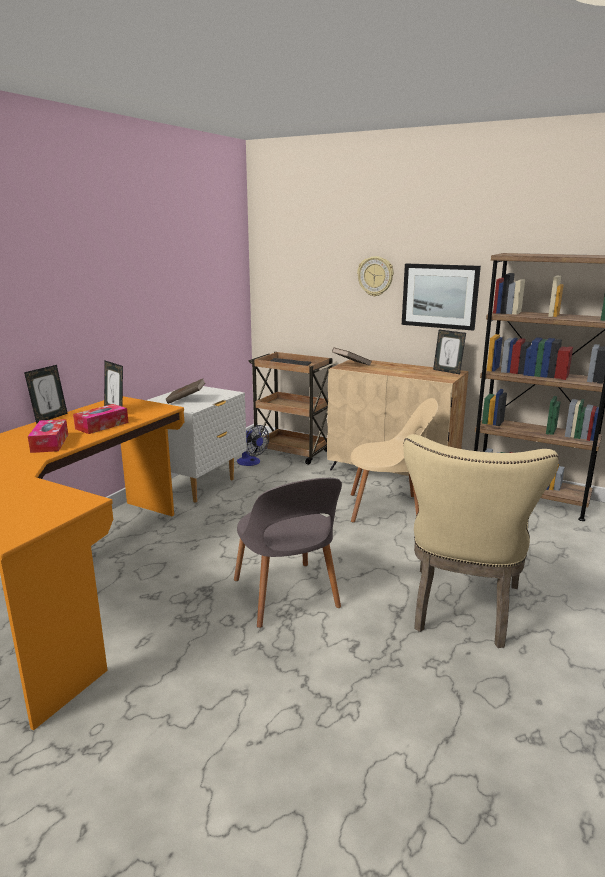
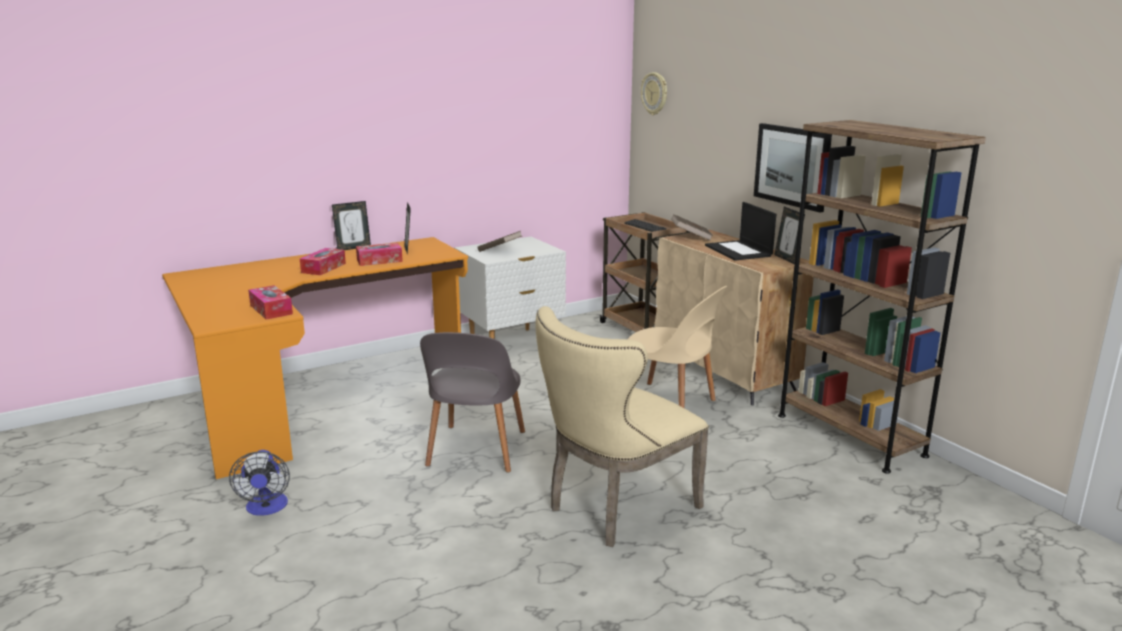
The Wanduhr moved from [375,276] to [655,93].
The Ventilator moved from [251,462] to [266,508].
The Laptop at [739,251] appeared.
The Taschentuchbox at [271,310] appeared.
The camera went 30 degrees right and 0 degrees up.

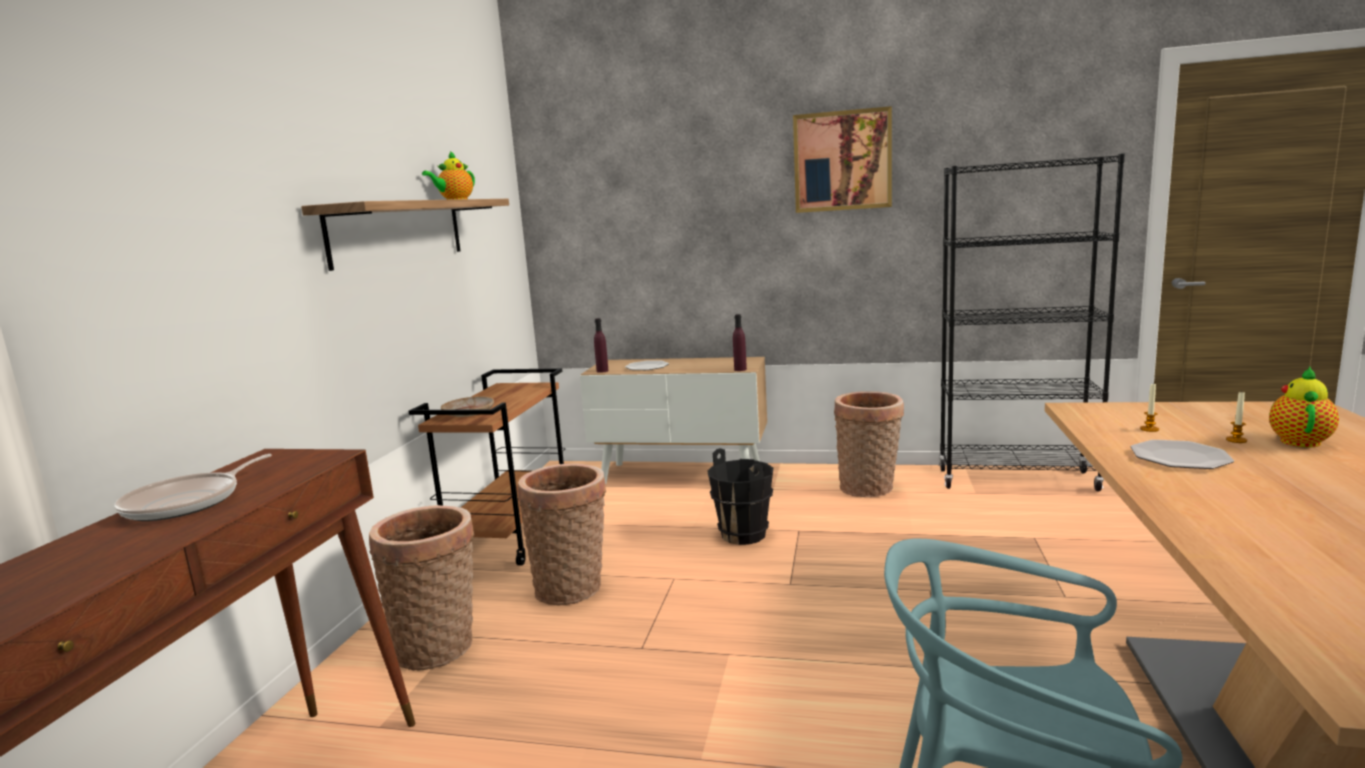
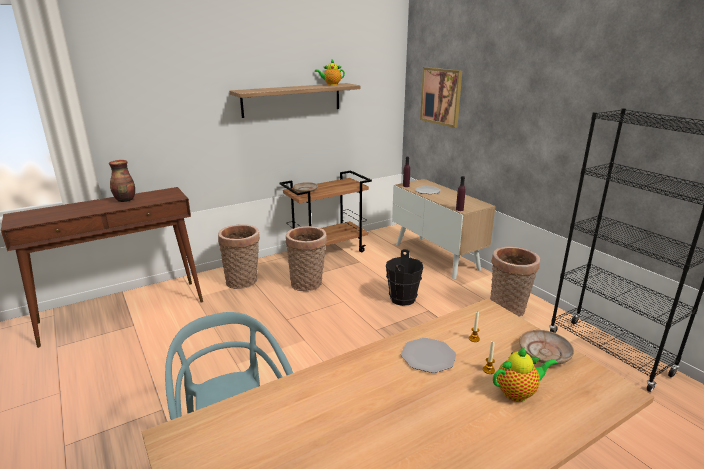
The Bild moved from [842,161] to [441,96].
The Pfanne at [188,502] was replaced by the Vase at [125,200].
The Teller [beige] at [544,353] appeared.
The camera went 45 degrees right and 10 degrees up.

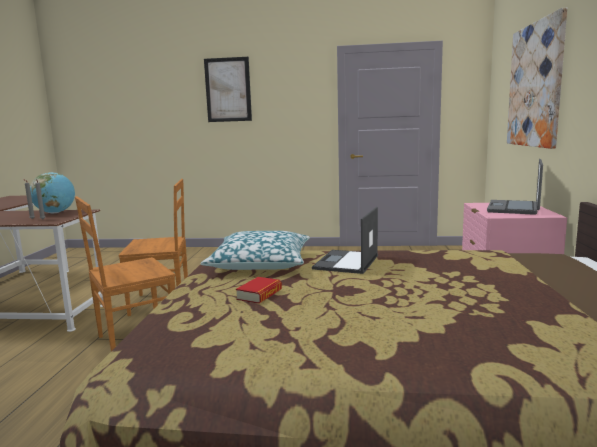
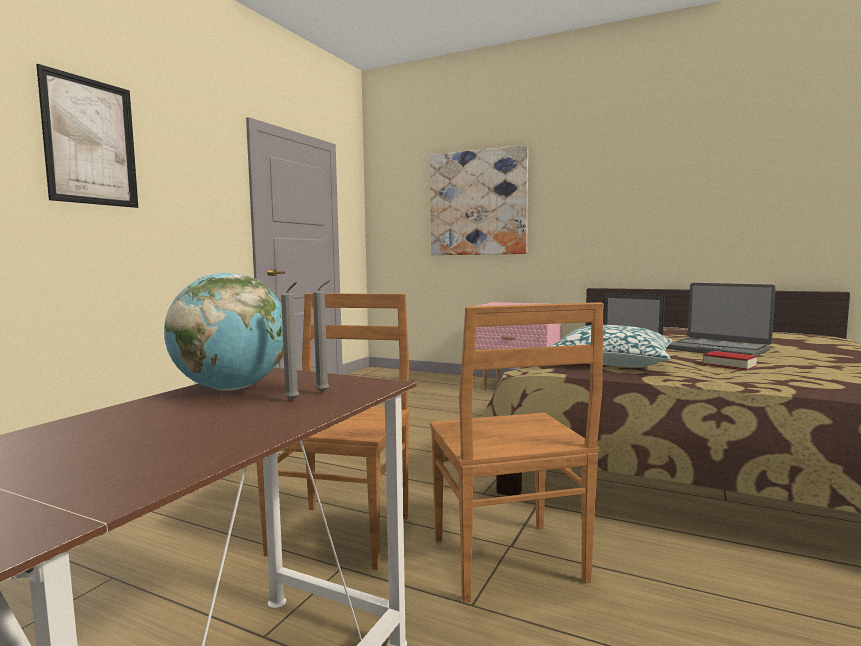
The Laptop moved from [514,208] to [717,349].
The camera went 70 degrees left and 5 degrees down.

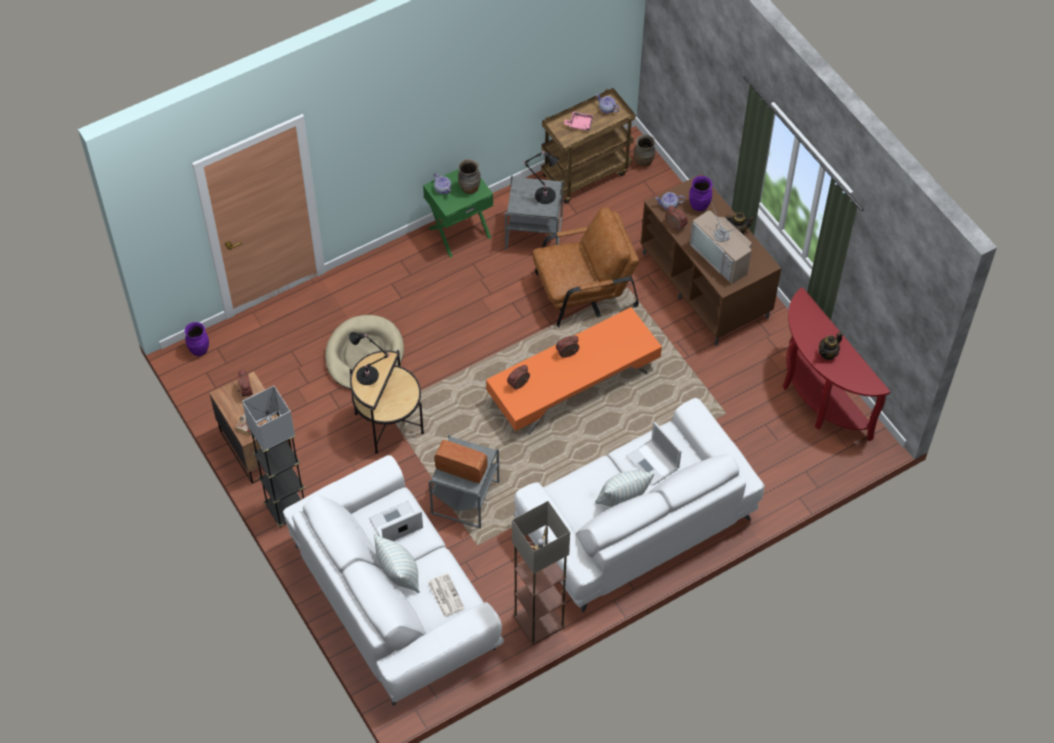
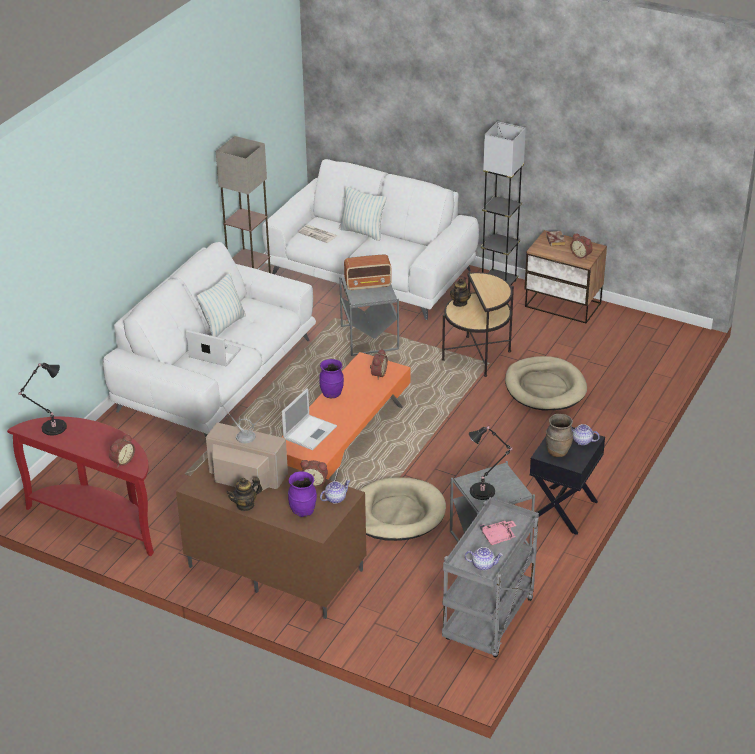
The Rollwagen [braun] at [586,173] became the Rollwagen [grau] at [489,622].
The Vase [braun] at [643,162] disappeared.
The Nachttisch [grün] at [459,232] became the Nachttisch [schwarz] at [564,510].
The Sessel [braun] at [584,290] was replaced by the Hundebett [beige] at [396,513].
The Vase [lila] moved from [199,349] to [332,394].
The Tischlampe [schwarz] moved from [369,376] to [51,428].
The Teekanne moved from [828,353] to [459,303].
The Wecker moved from [567,354] to [122,461].
The Laptop moved from [395,524] to [310,432].
The camera went 150 degrees right and 20 degrees down.

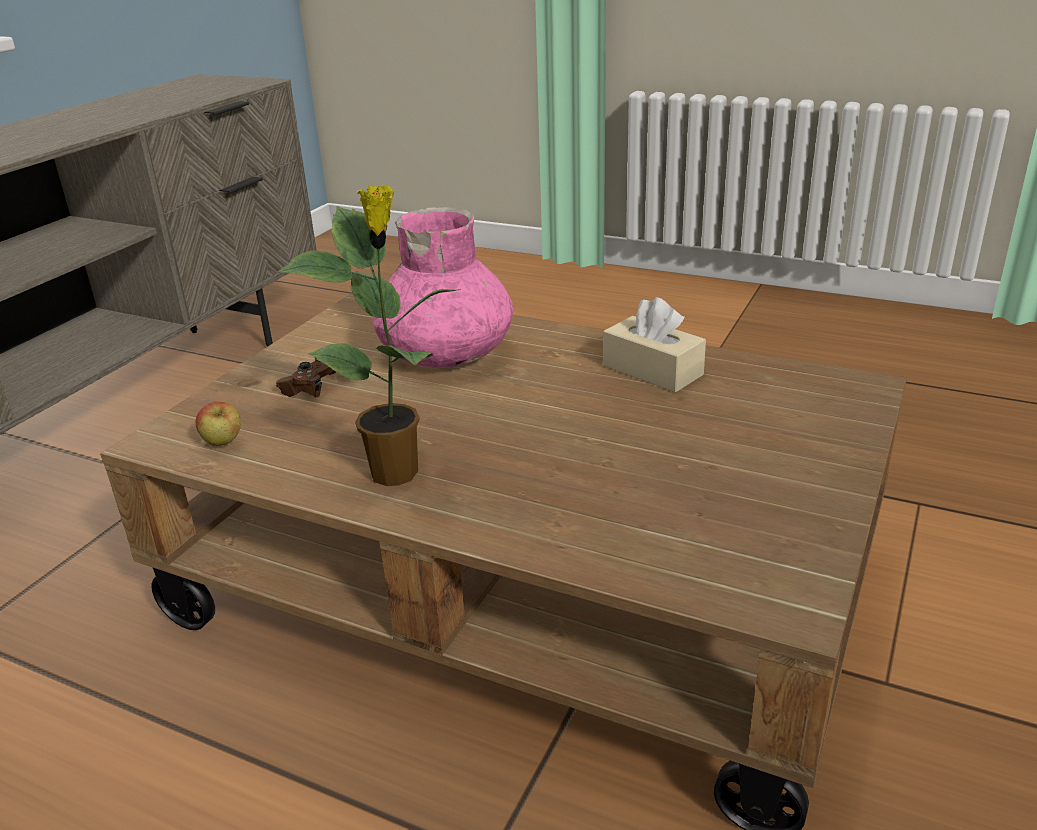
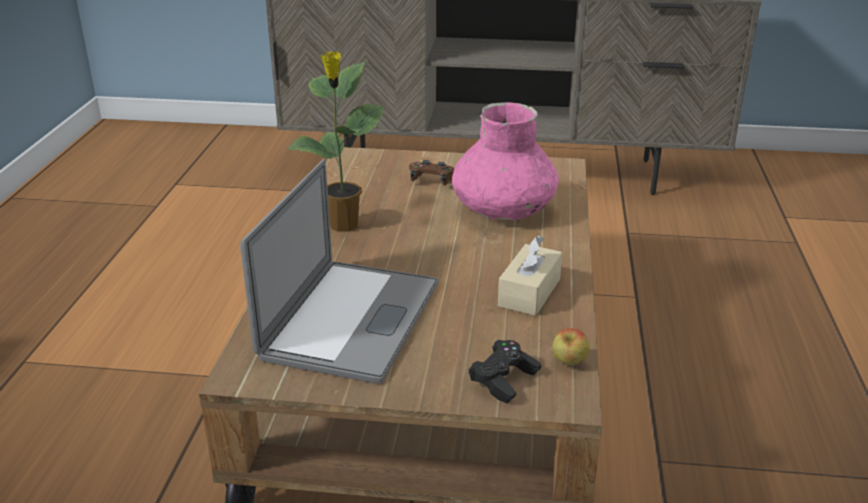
The Apfel moved from [223,444] to [569,363].
The Laptop at [351,319] appeared.
The Gamepad [schwarz] at [504,380] appeared.
The camera went 70 degrees right and 0 degrees up.

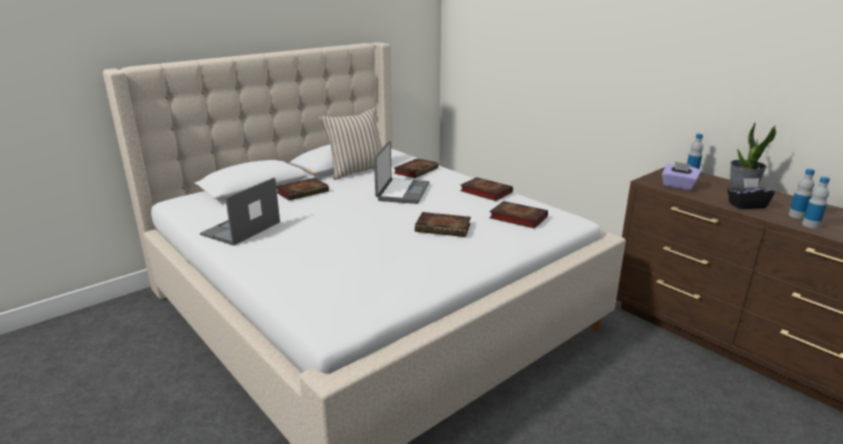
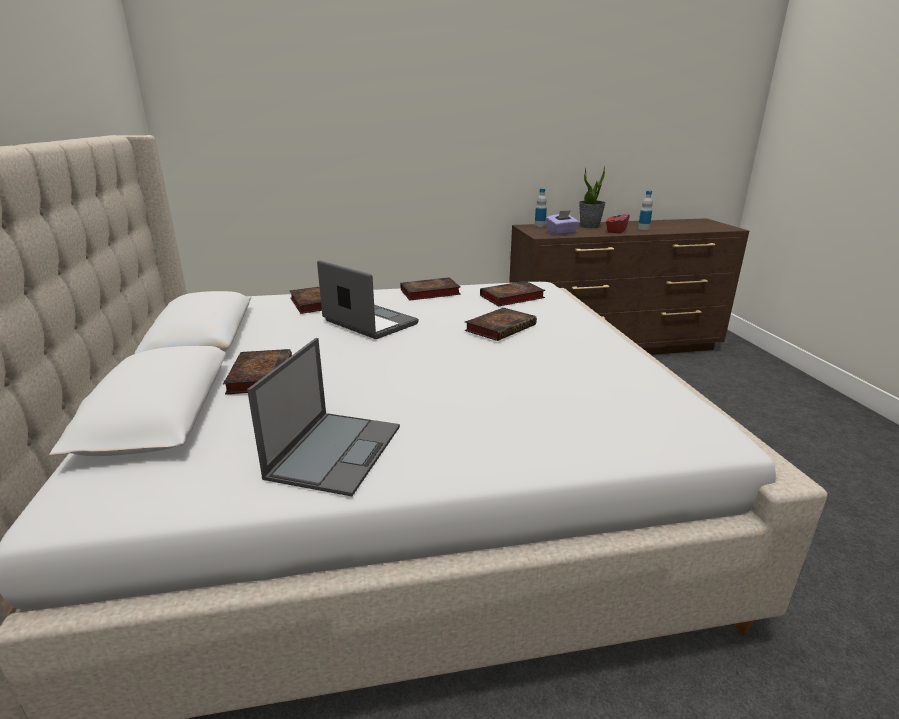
The Kissen [beige] at [357,170] disappeared.
The Laptop at [240,229] turned 135 degrees counterclockwise.
The Flasche at [810,225] disappeared.
The Taschentuchbox [schwarz] at [746,205] became the Taschentuchbox [rot] at [616,231].
The camera went 60 degrees left and 0 degrees up.

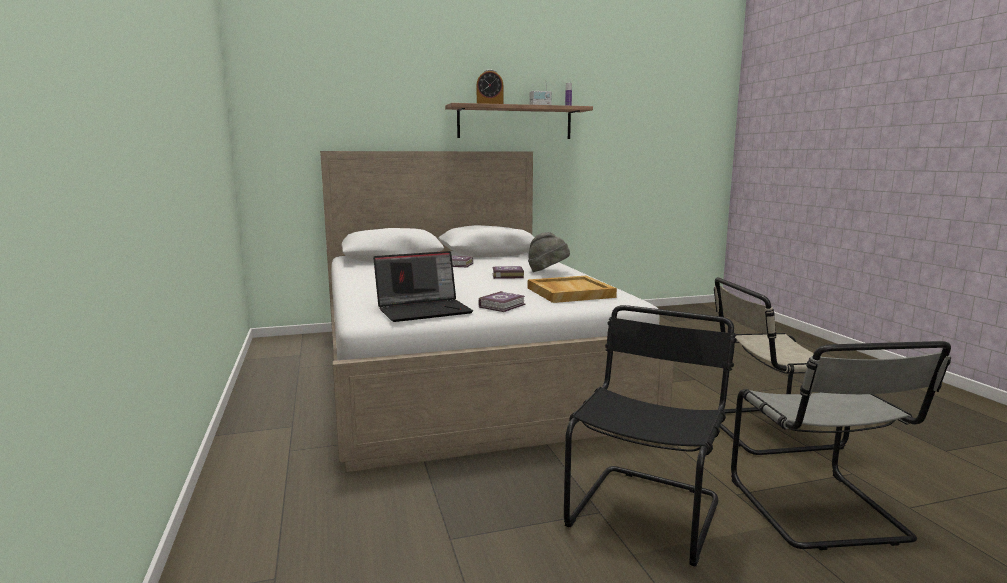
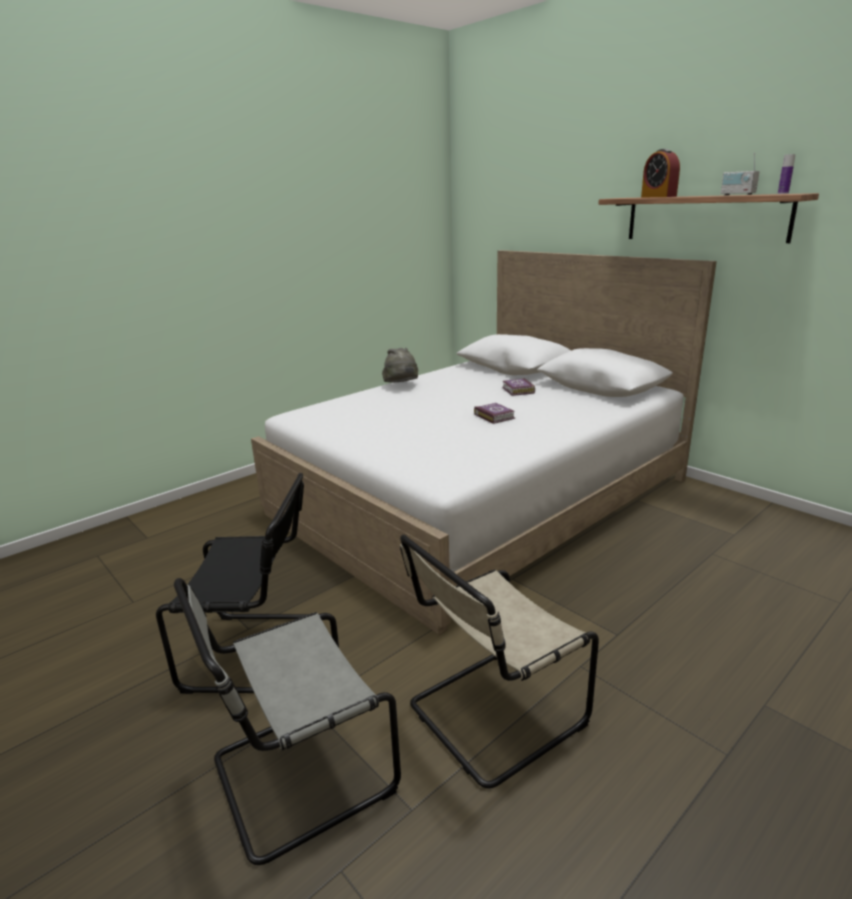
The Hut [grau] moved from [548,272] to [401,385].
The Laptop at [424,310] disappeared.
The Tablett [beige] at [569,292] disappeared.
The Stuhl [beige] at [765,430] turned 90 degrees counterclockwise.
The Buch at [503,306] disappeared.
The camera went 65 degrees right and 10 degrees up.

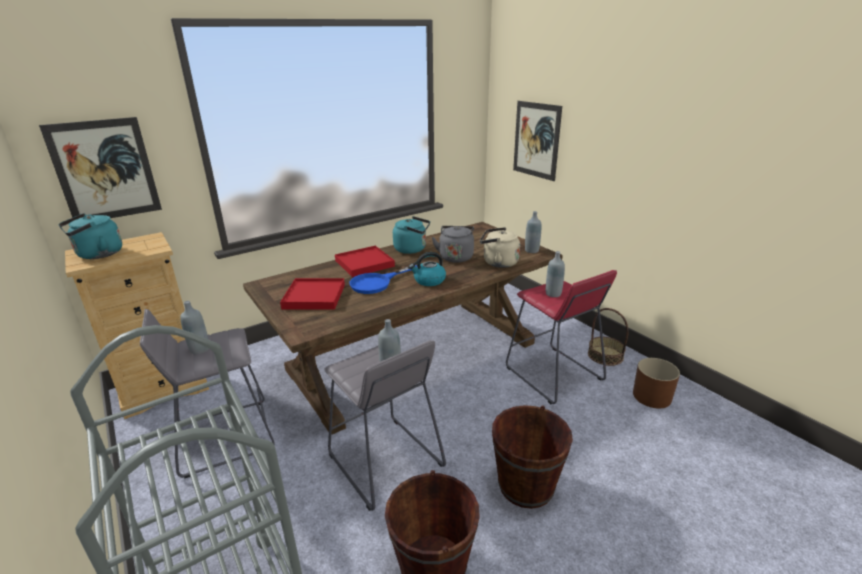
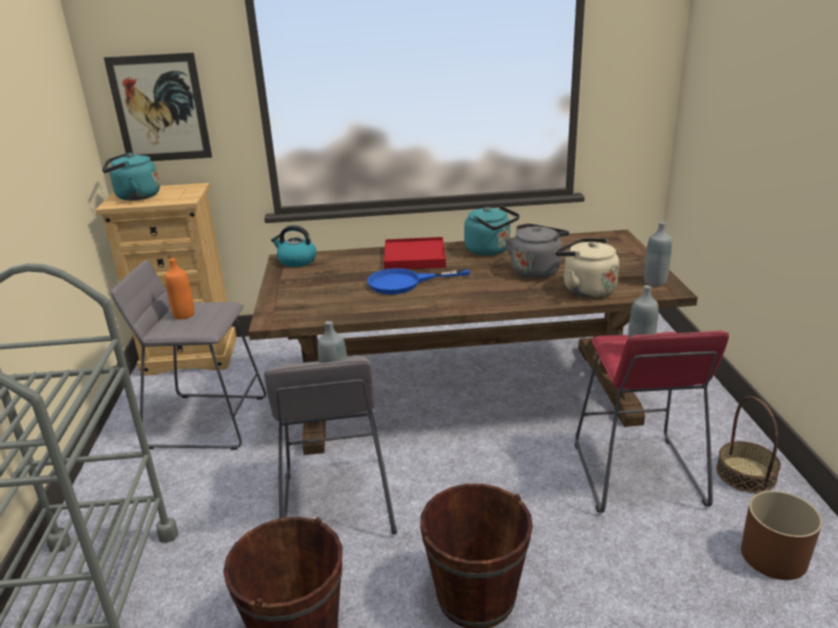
The Bild at [536,140] disappeared.
The Wasserkessel moved from [429,281] to [296,261].
The Tablett [rot] at [314,296] disappeared.
The Flasche [grau] at [199,349] became the Flasche [orange] at [184,315].
The camera went 30 degrees right and 0 degrees up.

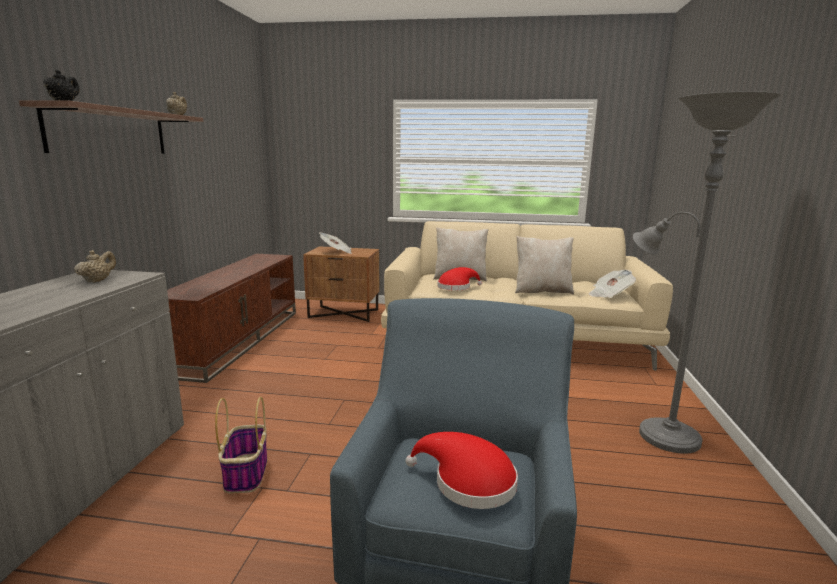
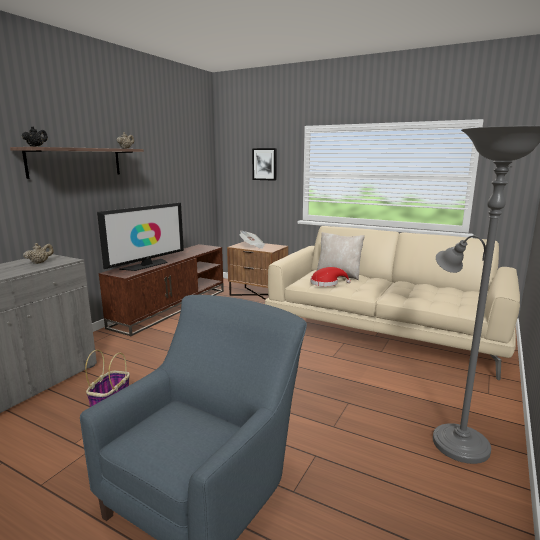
The Kissen [beige] at [542,291] disappeared.
The Zeitung at [609,295] disappeared.
The Hut [rot] at [468,482] disappeared.
The Bild at [264,164] appeared.
The Fernseher at [146,265] appeared.
The camera went 20 degrees right and 0 degrees up.

